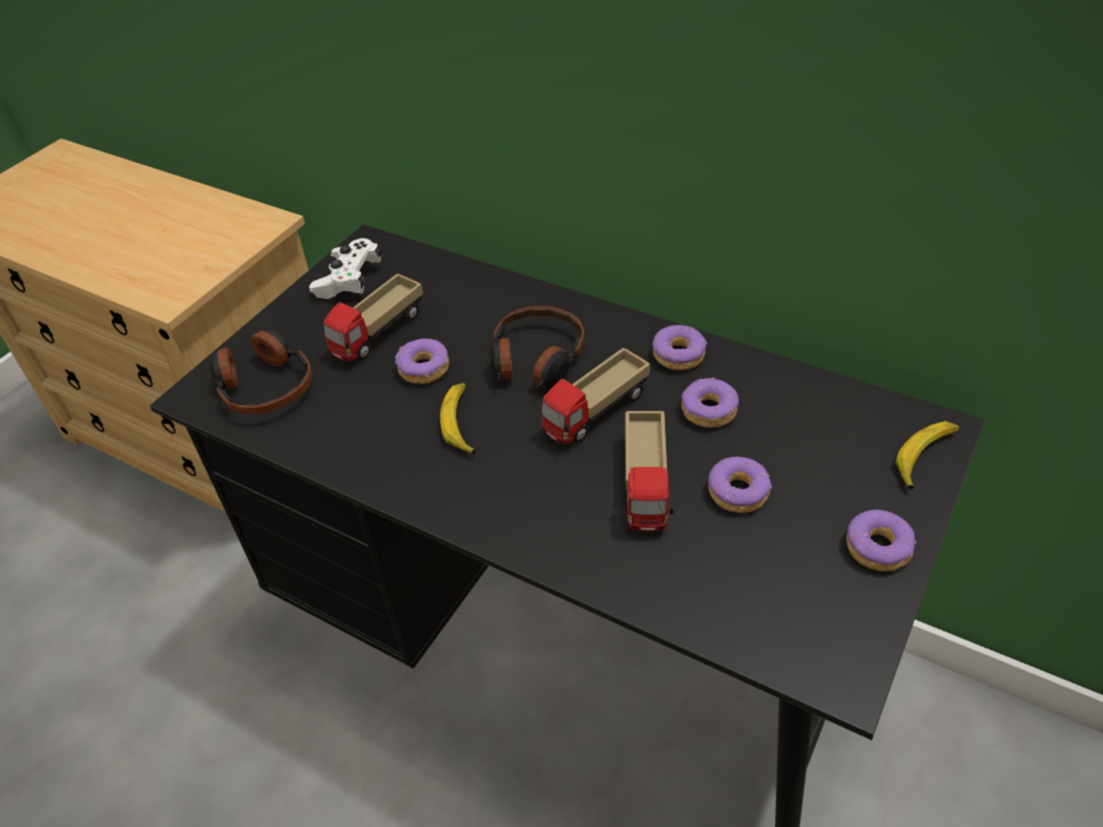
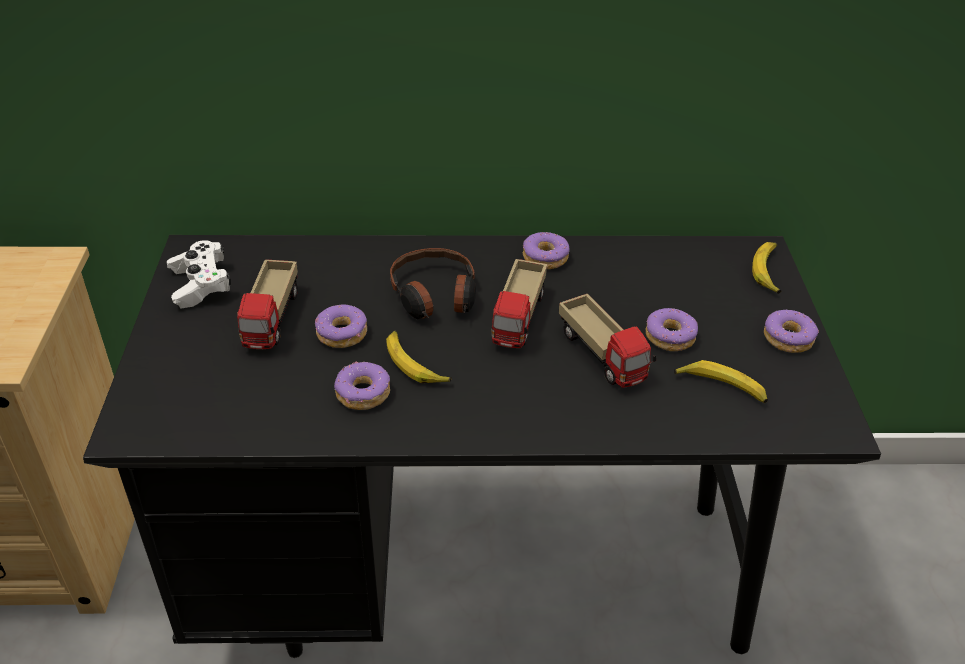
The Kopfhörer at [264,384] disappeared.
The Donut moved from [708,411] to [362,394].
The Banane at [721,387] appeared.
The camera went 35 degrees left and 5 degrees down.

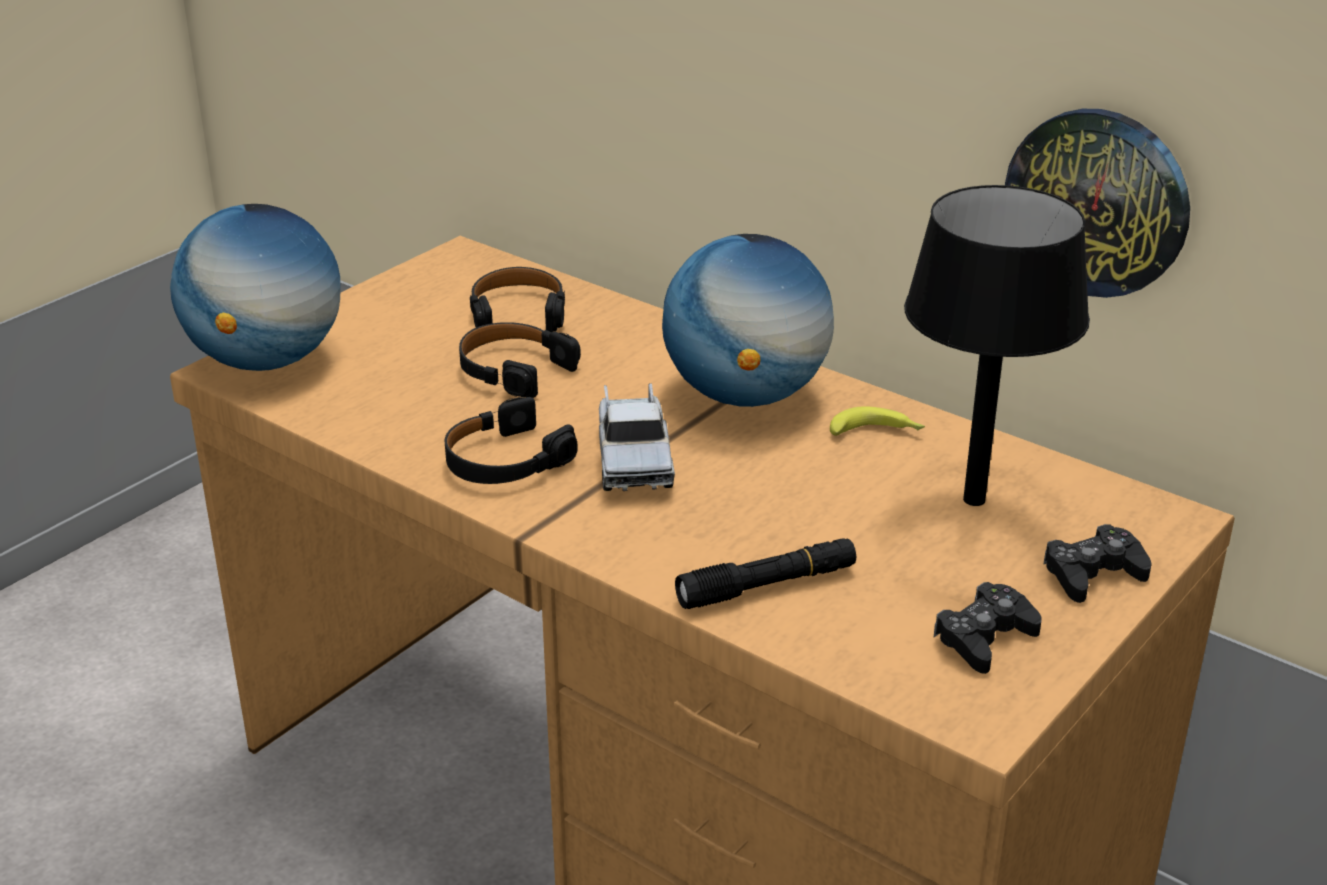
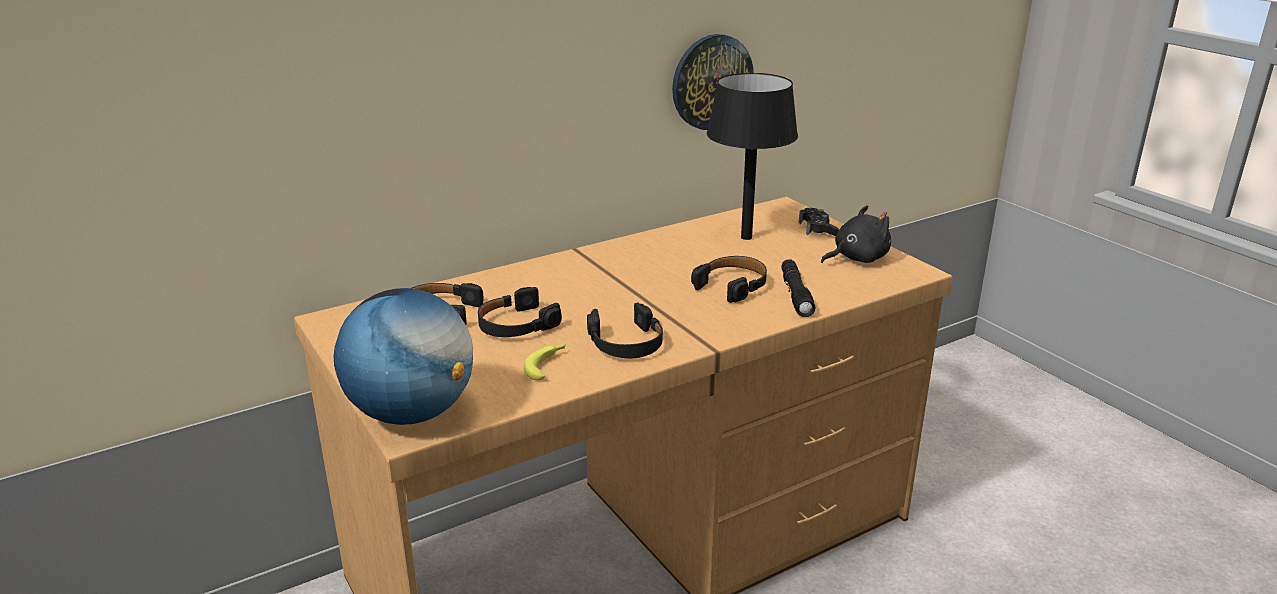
The Globus at [745,395] disappeared.
The Spielzeuglaster at [633,456] disappeared.
The Banane moved from [877,433] to [547,365].
The Gamepad [schwarz] at [984,638] was replaced by the Plüschtier [schwarz] at [857,258].
The Kopfhörer [schwarz] at [732,285] appeared.
The camera went 70 degrees left and 5 degrees down.

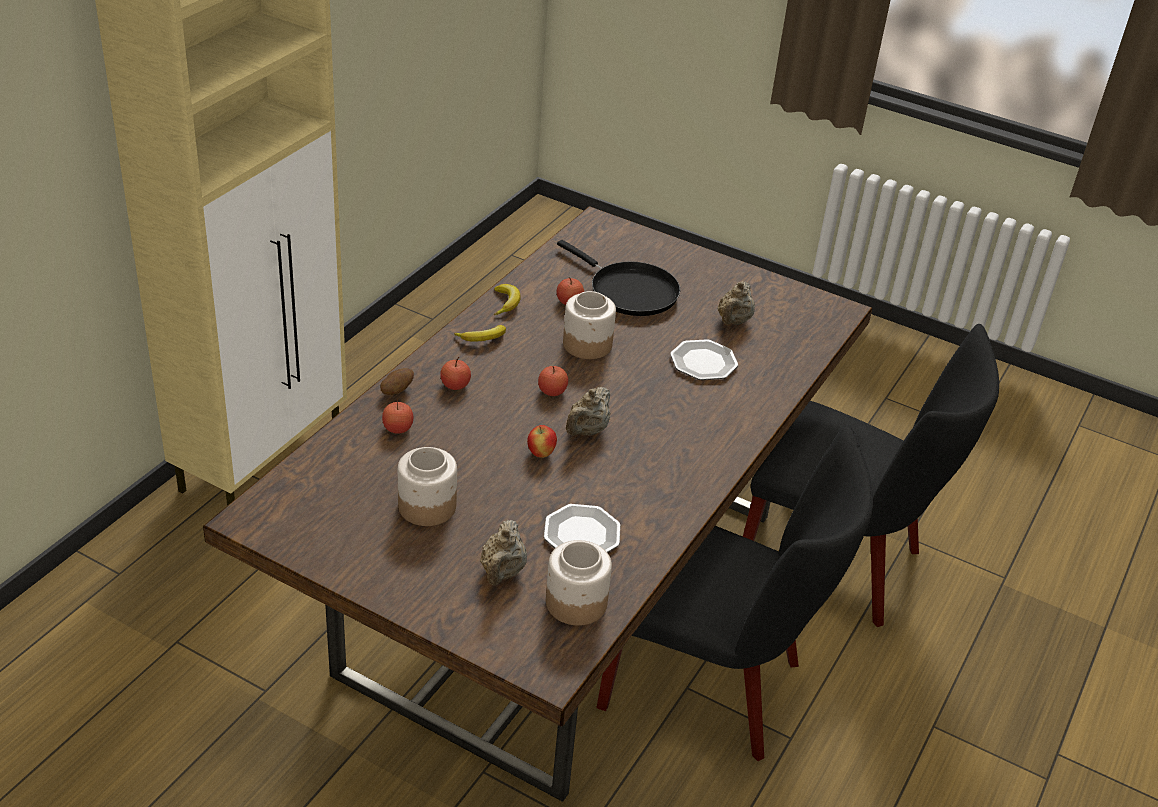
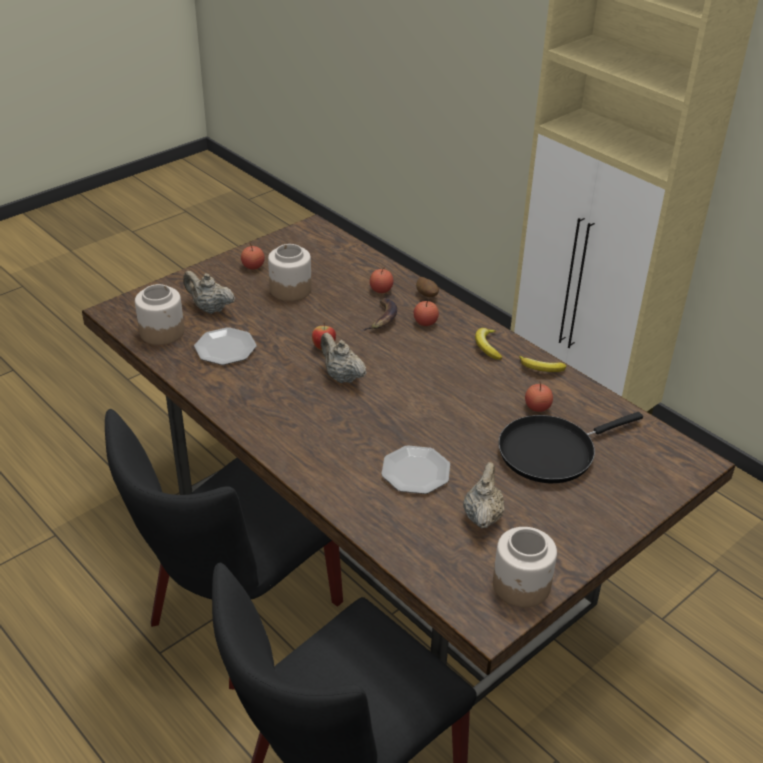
The Teekanne [beige] at [733,321] turned 60 degrees clockwise.
The Vorratsglas moved from [588,344] to [521,585].
The Apfel moved from [552,391] to [253,266].
The Banane at [382,319] appeared.
The camera went 110 degrees right and 0 degrees up.

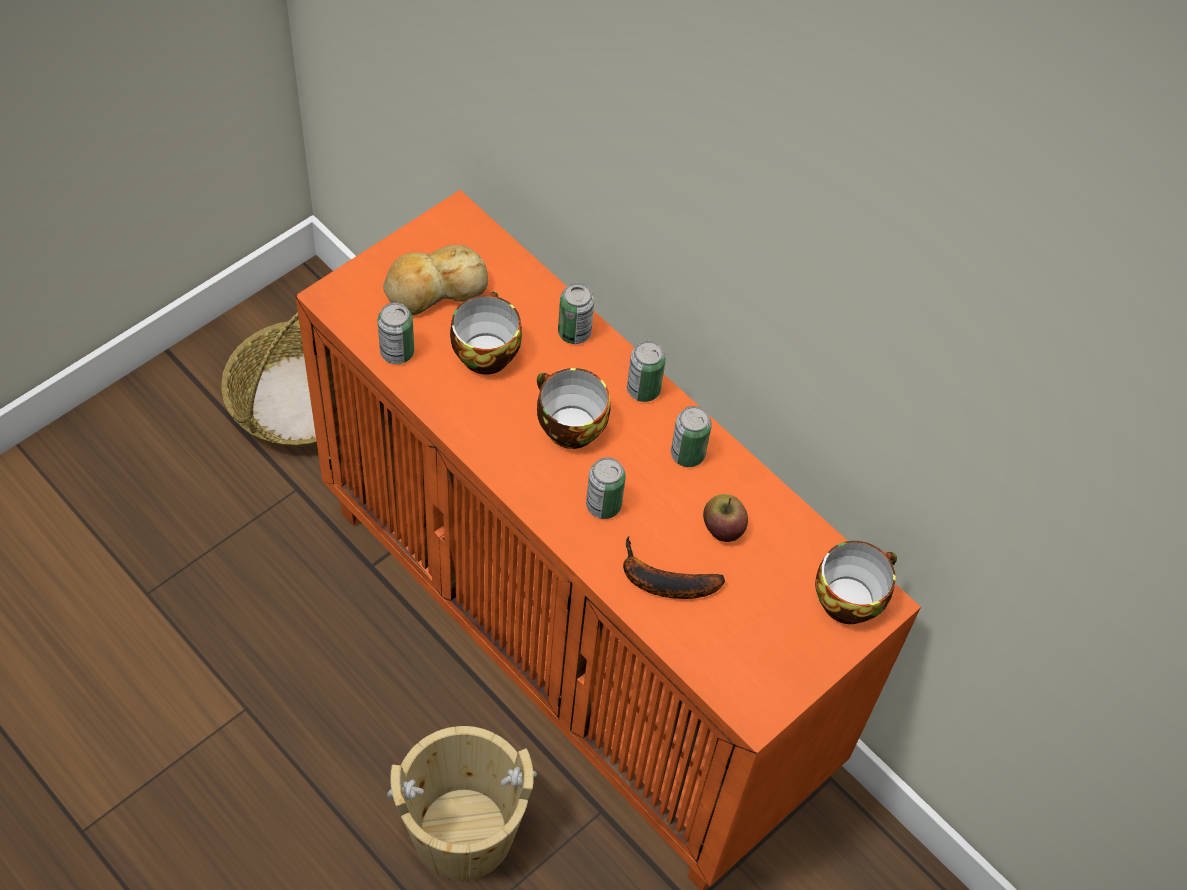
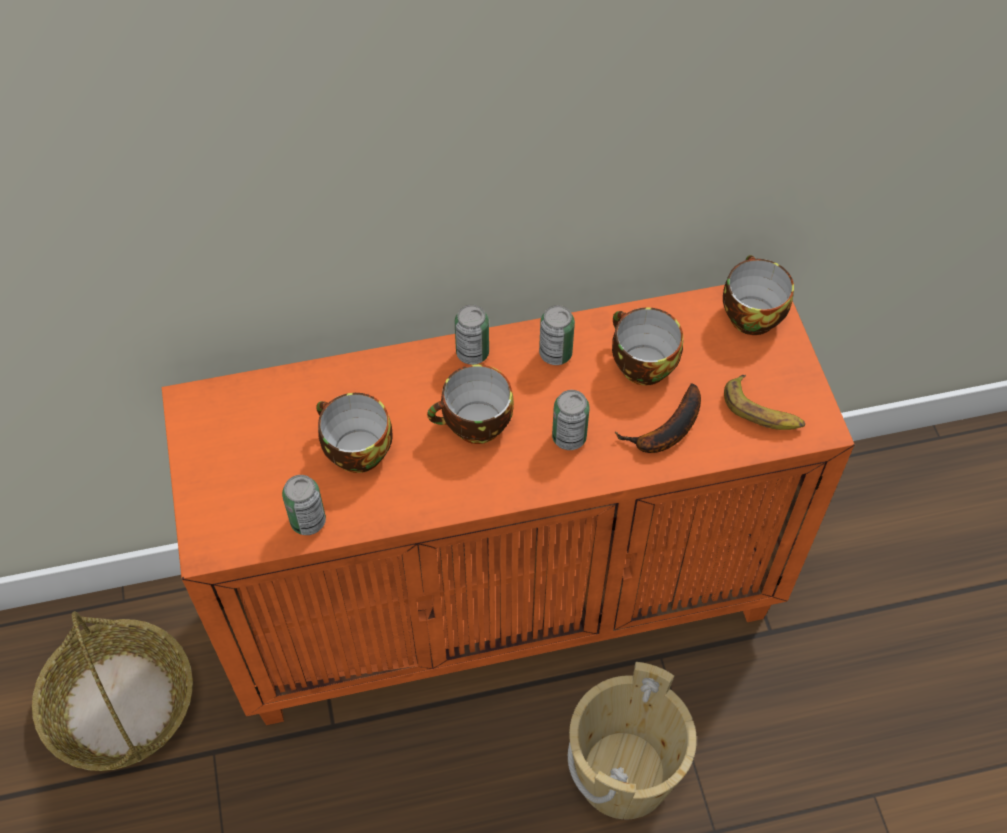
The Brot at [434,289] disappeared.
The Dose at [574,332] disappeared.
The Apfel at [722,528] was replaced by the Tasse at [640,364].
The Banane at [762,411] appeared.
The camera went 55 degrees left and 0 degrees up.

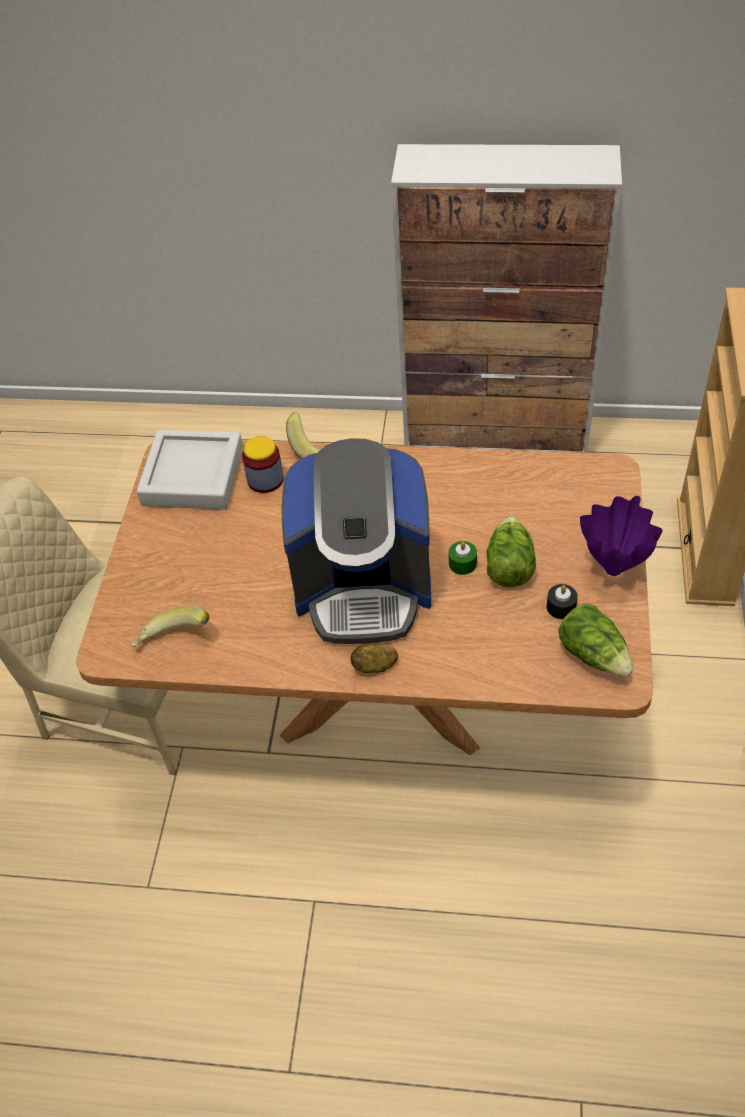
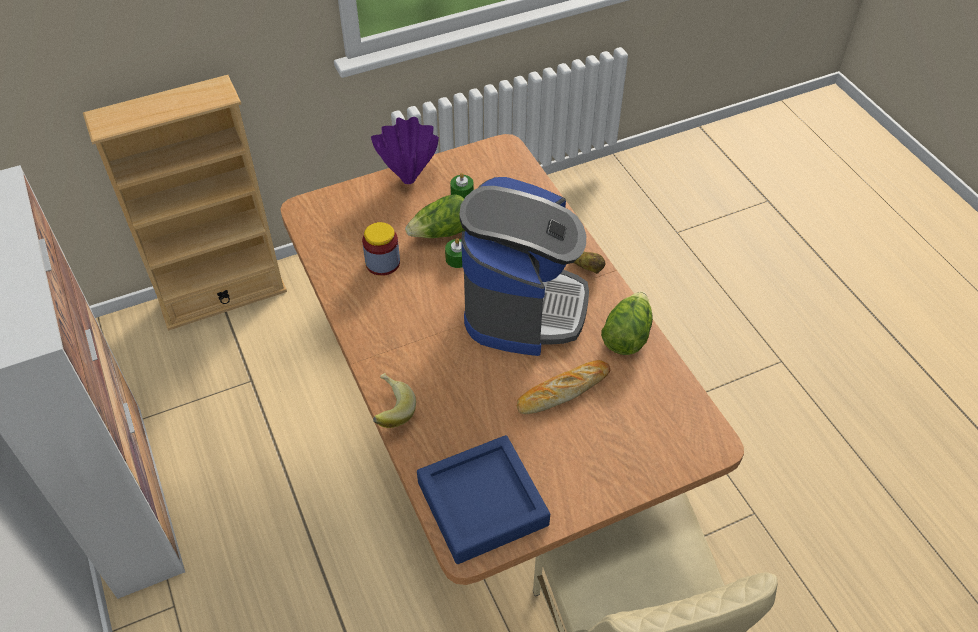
The Tablett [grau] at [193,476] became the Tablett [blau] at [482,503].
The Vorratsglas moved from [265,480] to [382,263].
The Kaffeemaschine at [363,588] turned 45 degrees clockwise.
The Kerze [schwarz] at [561,607] became the Kerze [grün] at [462,193].
The Salatkopf moved from [594,654] to [626,335].
The Banane at [173,641] disappeared.
The Brot at [562,390] appeared.
The camera went 125 degrees left and 0 degrees up.

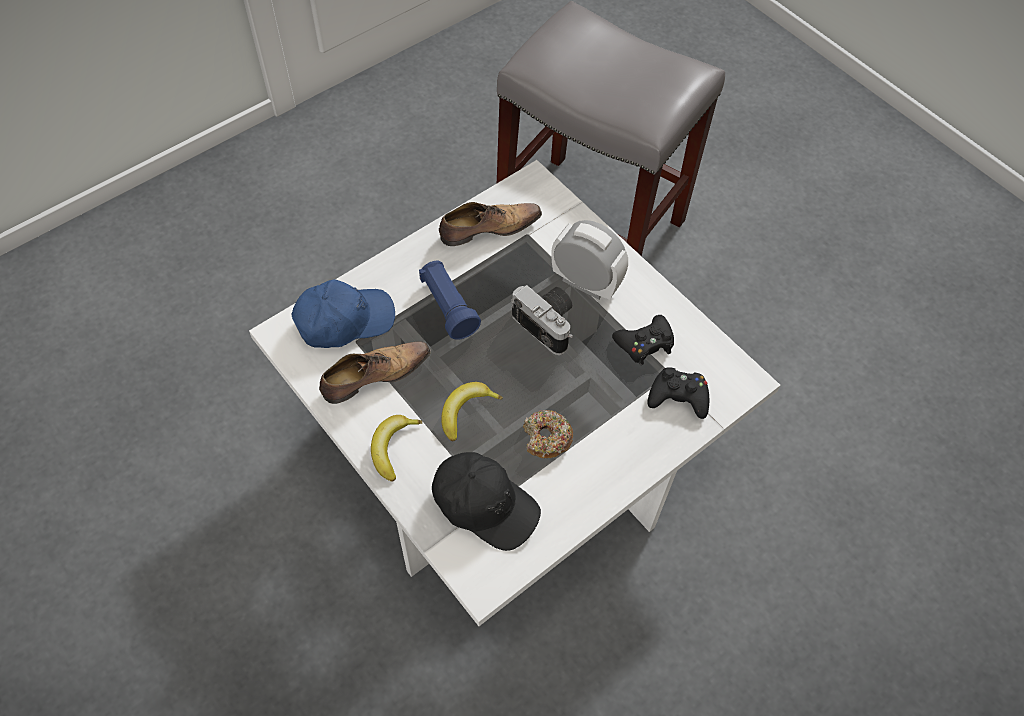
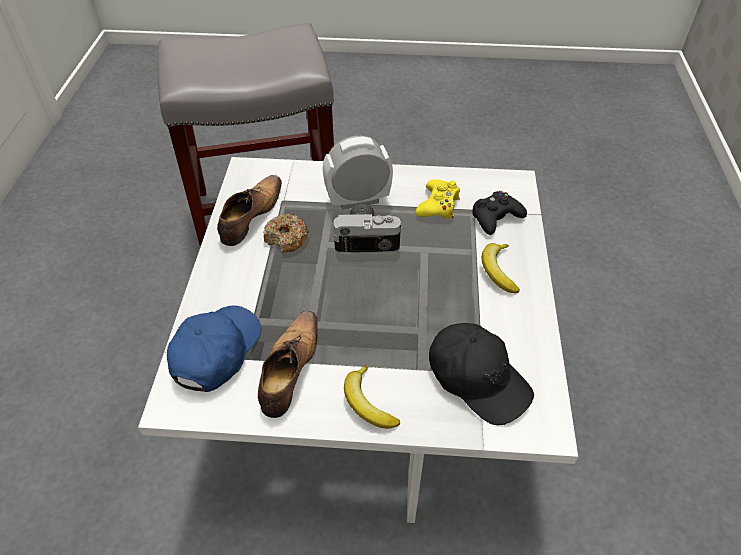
The Taschenlampe [blau] at [448,307] disappeared.
The Gamepad [schwarz] at [645,344] became the Gamepad [gelb] at [438,205].
The Banane moved from [465,411] to [498,271].
The Donut moved from [546,438] to [286,238].
The Kappe [schwarz] at [484,504] turned 60 degrees clockwise.
The camera went 45 degrees left and 10 degrees down.

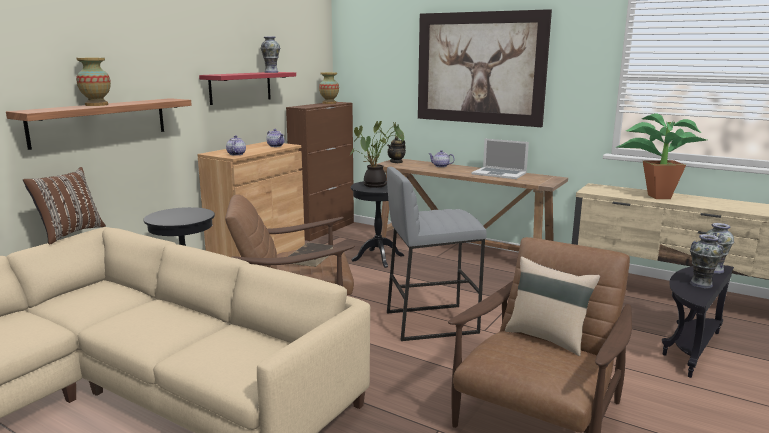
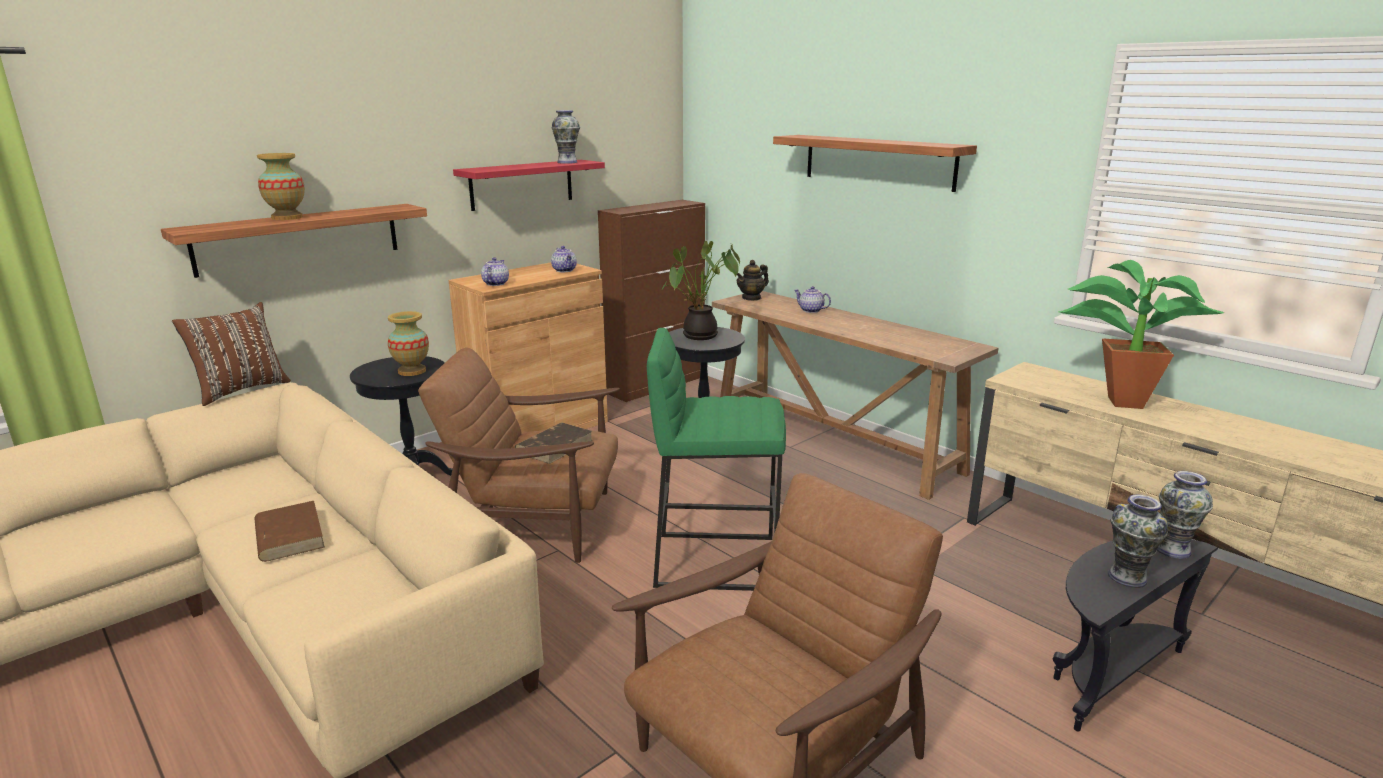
The Bild at [480,68] was replaced by the Wandregal at [878,161].
The Vase moved from [329,103] to [412,371].
The Laptop at [499,173] disappeared.
The Hocker [grau] at [431,322] became the Hocker [grün] at [715,560].
The Kissen [beige] at [547,338] disappeared.
The Buch [braun] at [289,535] appeared.
The camera went 15 degrees right and 5 degrees up.

